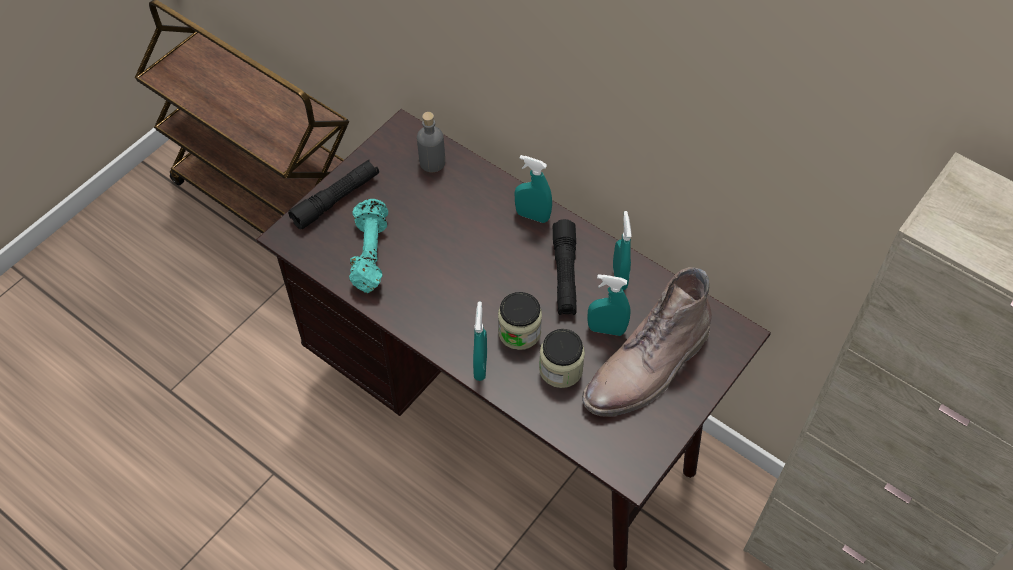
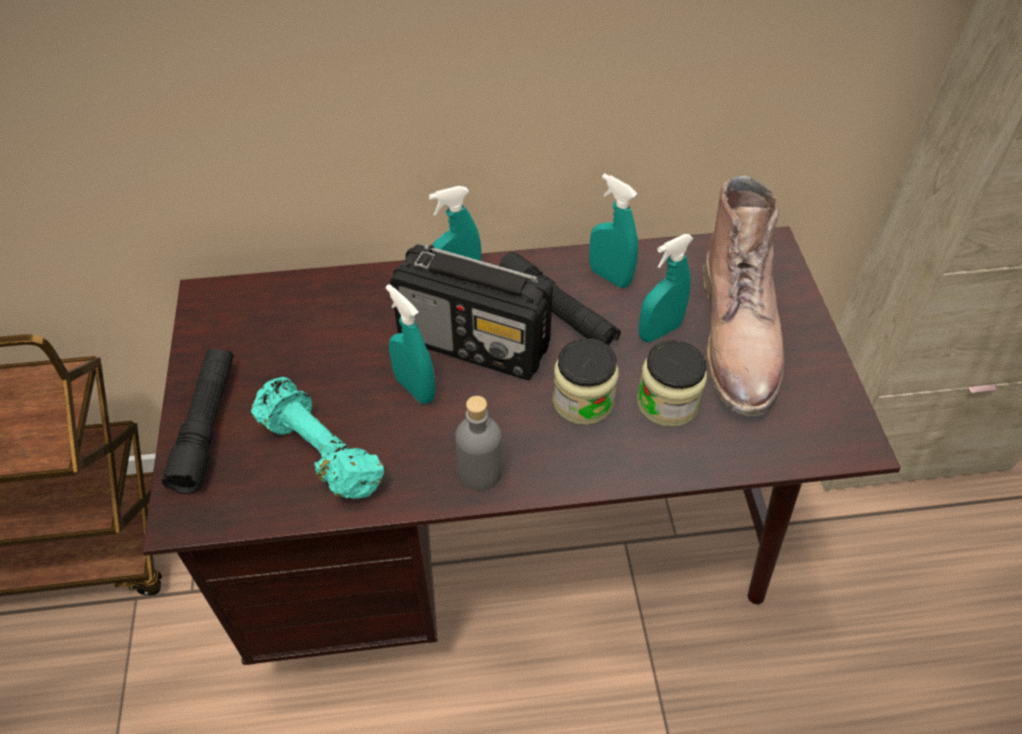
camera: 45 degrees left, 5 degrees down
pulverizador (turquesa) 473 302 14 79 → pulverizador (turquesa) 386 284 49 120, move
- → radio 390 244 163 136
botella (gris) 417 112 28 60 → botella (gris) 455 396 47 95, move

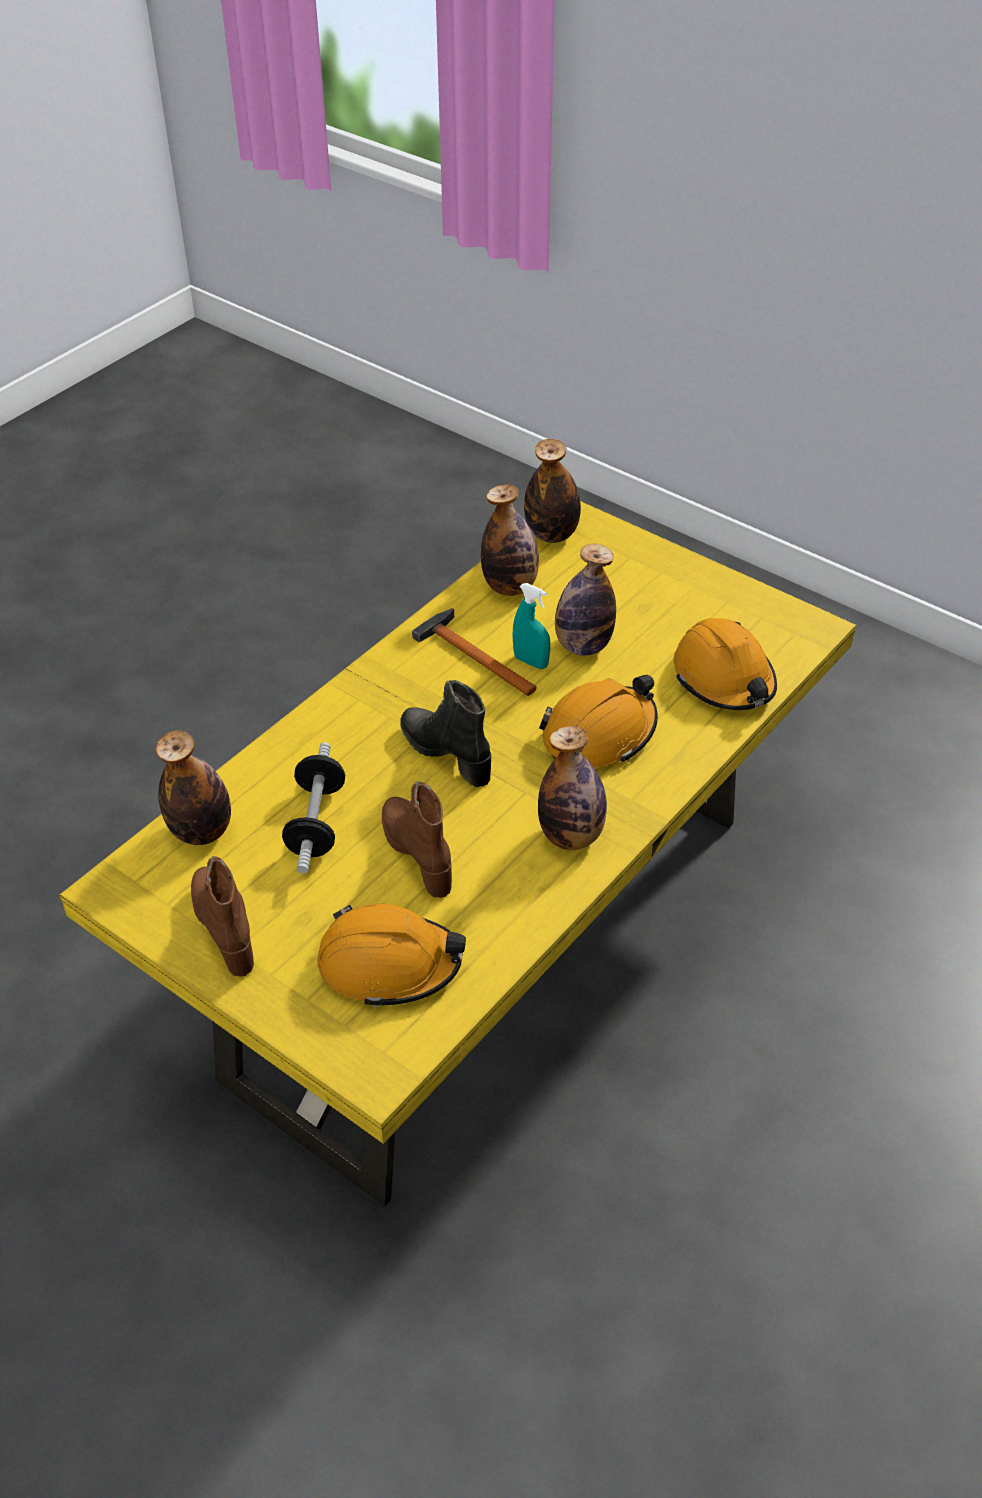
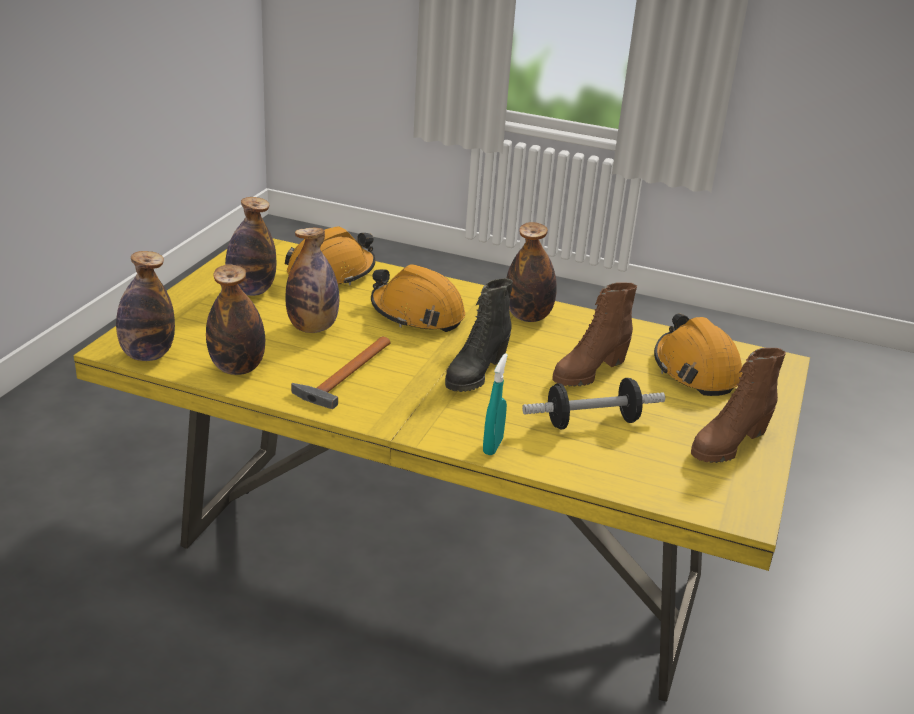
camera: 110 degrees left, 15 degrees down
botella 156 730 75 115 → botella 225 197 51 99, move
pulverizador (turquesa) 512 583 38 86 → pulverizador (turquesa) 483 353 25 102, move

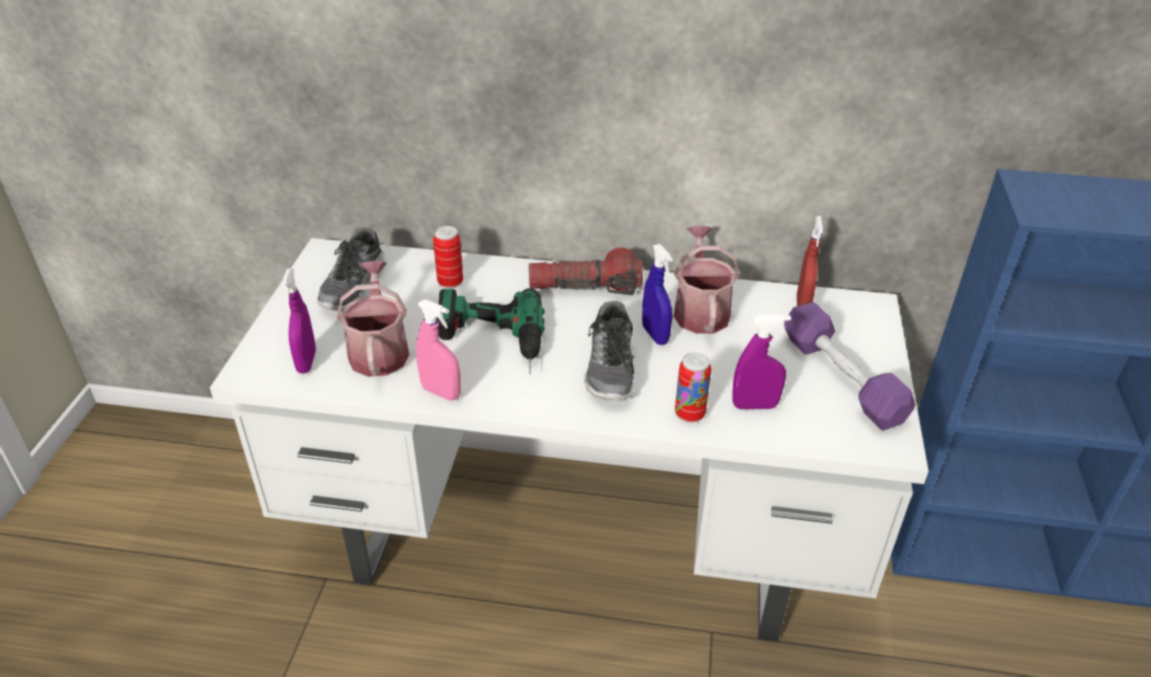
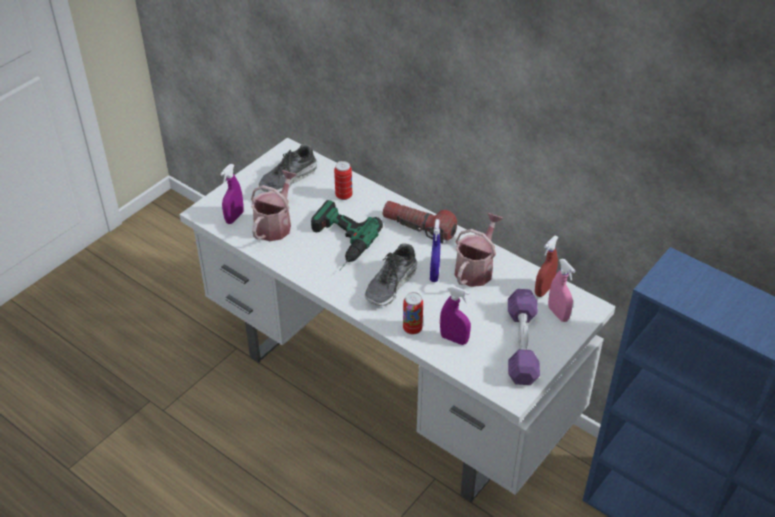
camera: 30 degrees right, 5 degrees up
pulverizador (rosa) 416 299 45 102 → pulverizador (rosa) 548 259 27 63, move

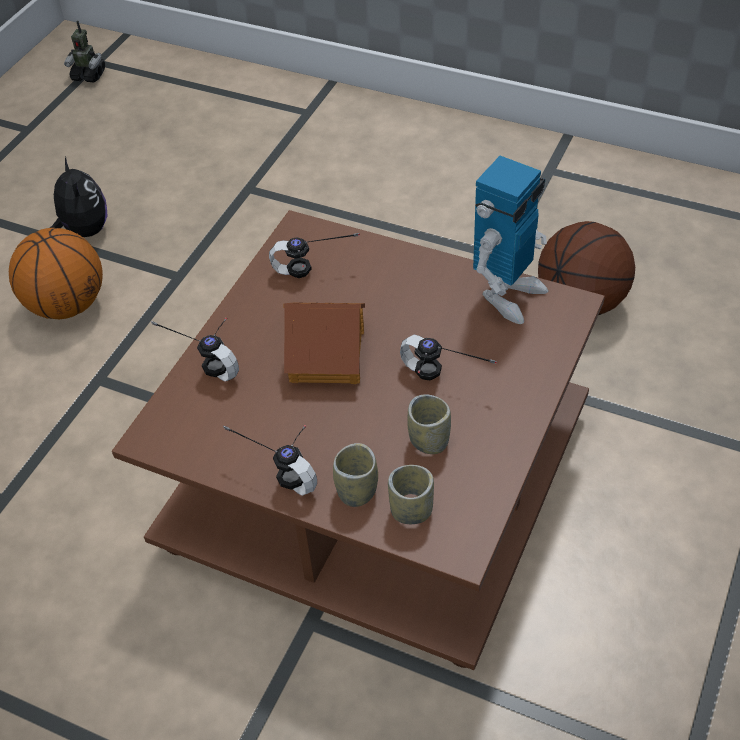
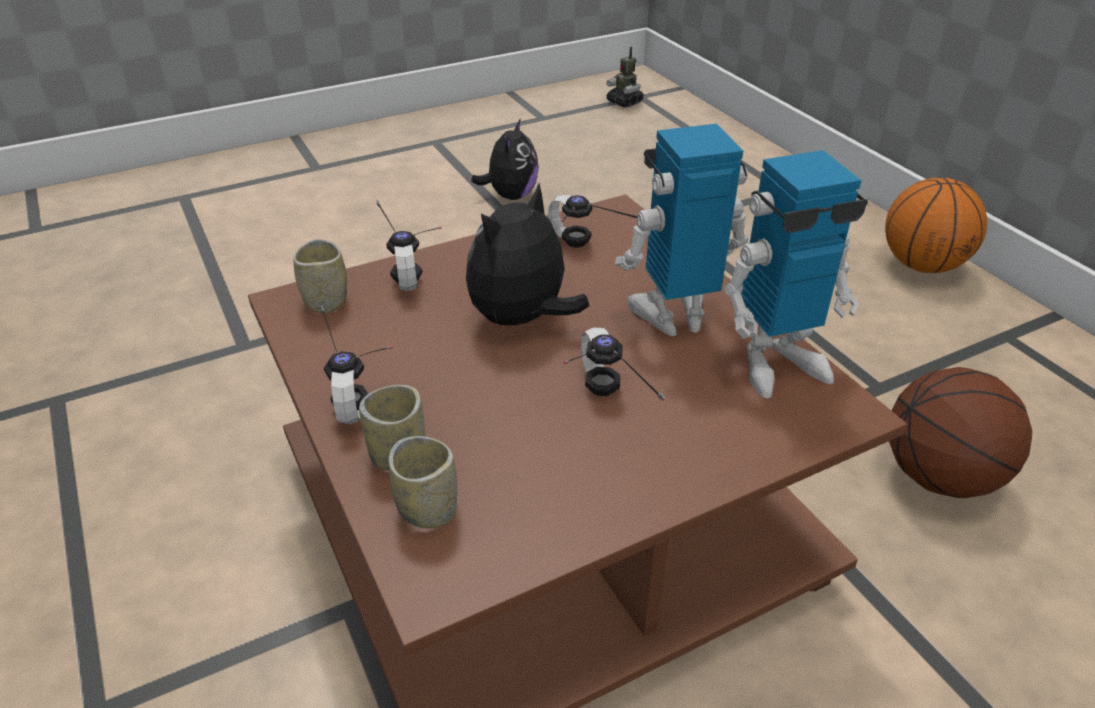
camera: 35 degrees right, 10 degrees down
taza 407 394 44 60 → taza 294 239 53 74, move
casita 283 302 82 82 → peluche 466 183 123 143
- → robot de juguete 615 124 134 212
balón de baloncesto 9 228 94 91 → balón de baloncesto 885 178 102 95, move

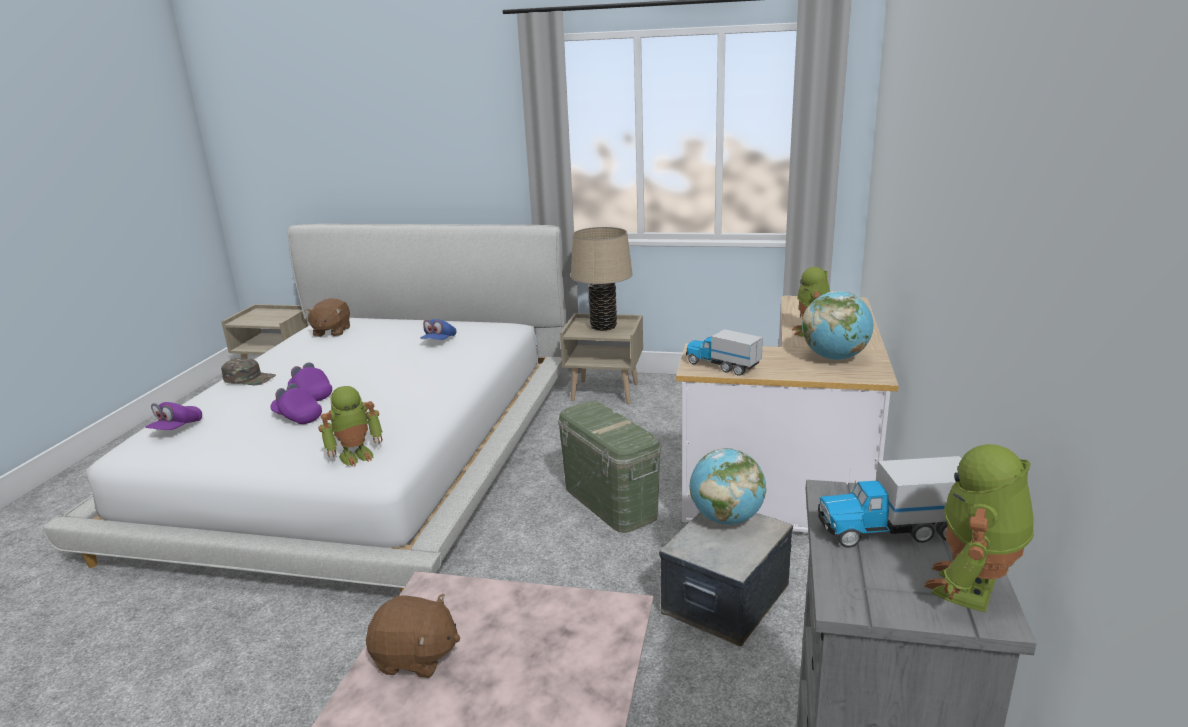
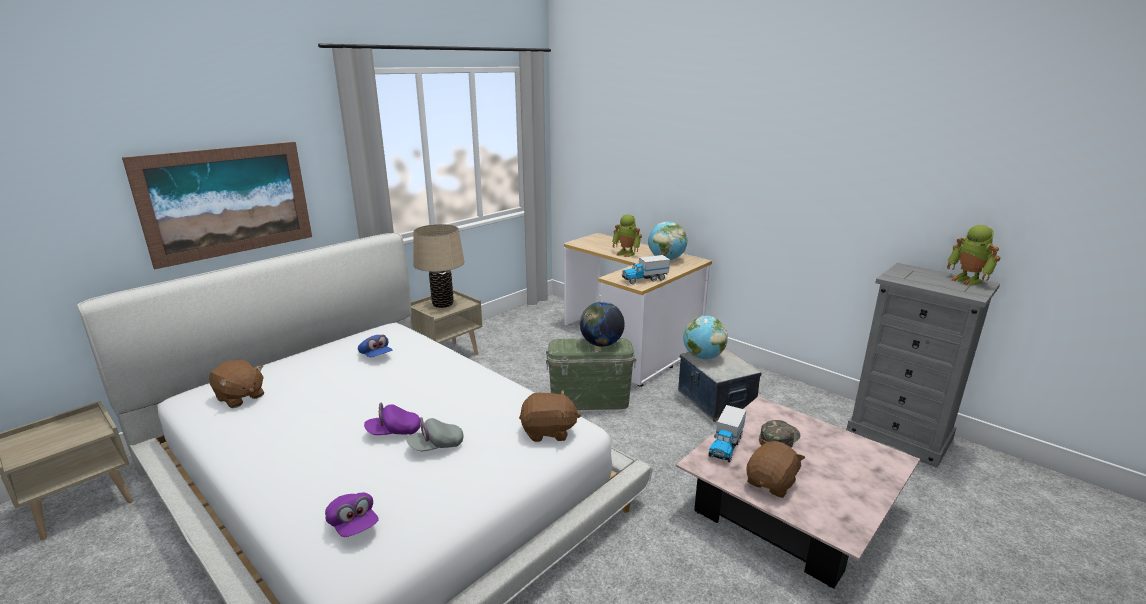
camera: 60 degrees left, 0 degrees up
- → cuadro 122 142 190 127
gorra (morado) 270 383 52 41 → gorra (gris) 406 417 57 34
robot de juguete 318 386 65 80 → peluche (marrón) 519 390 62 52
- → globo terráqueo 580 301 45 46
camión de juguete 817 456 144 92 → camión de juguete 709 405 37 57, move
gorra (verde) 221 358 55 27 → gorra (verde) 759 420 41 27, move

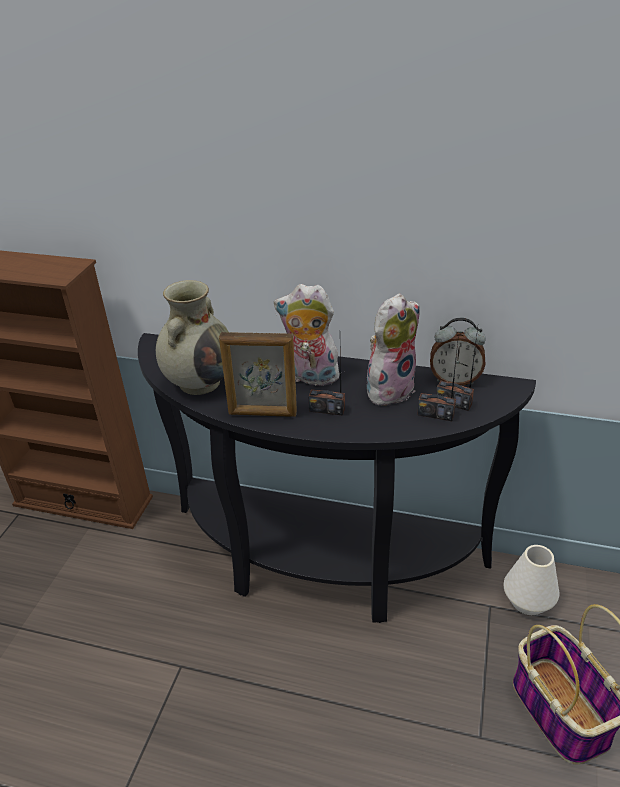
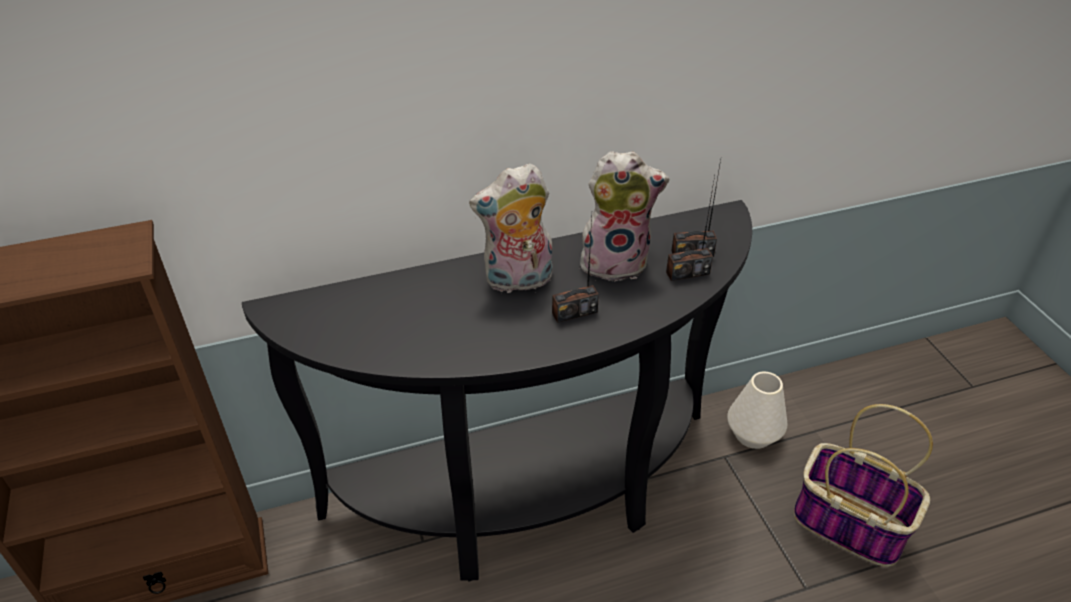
camera: 35 degrees left, 5 degrees up
peluche 367 293 53 115 → peluche 580 151 89 131, 75 degrees clockwise
florero (beis) 156 280 73 115 → -
portarretratos 219 332 78 85 → -
despertador 430 318 56 68 → -

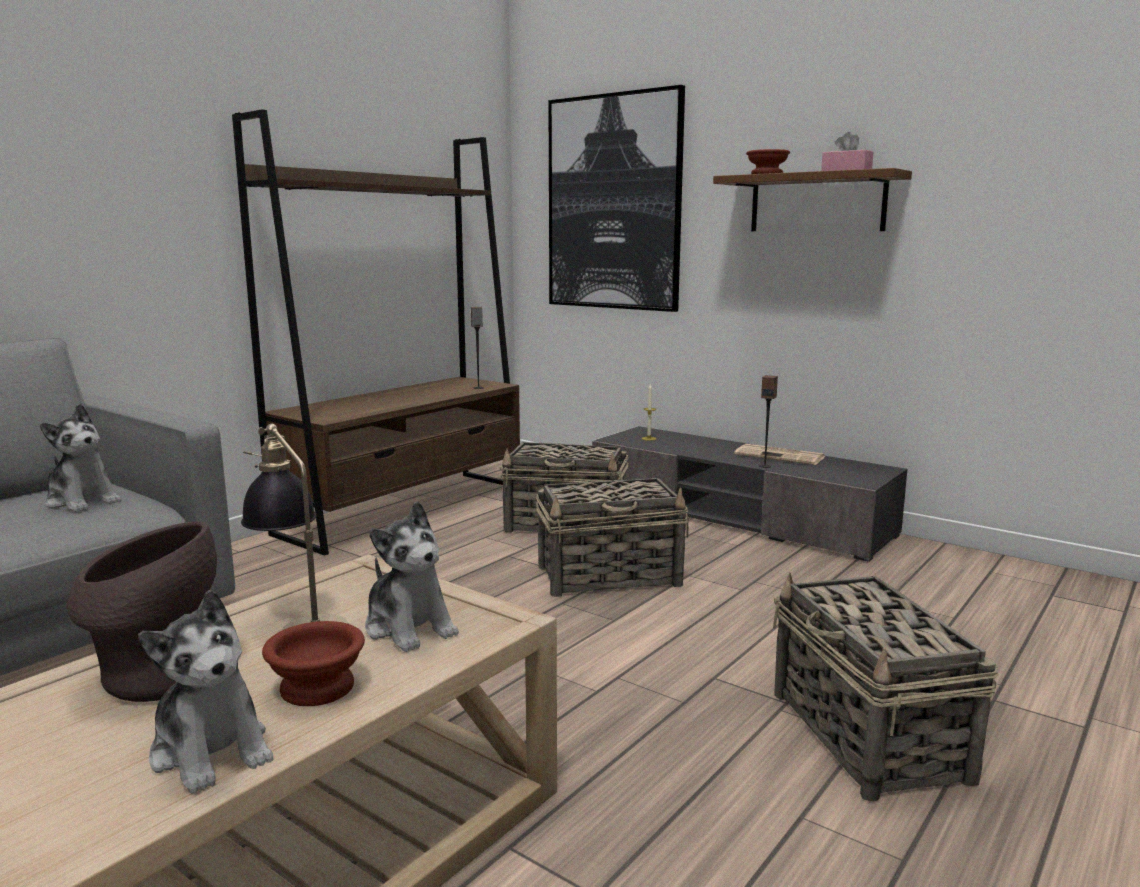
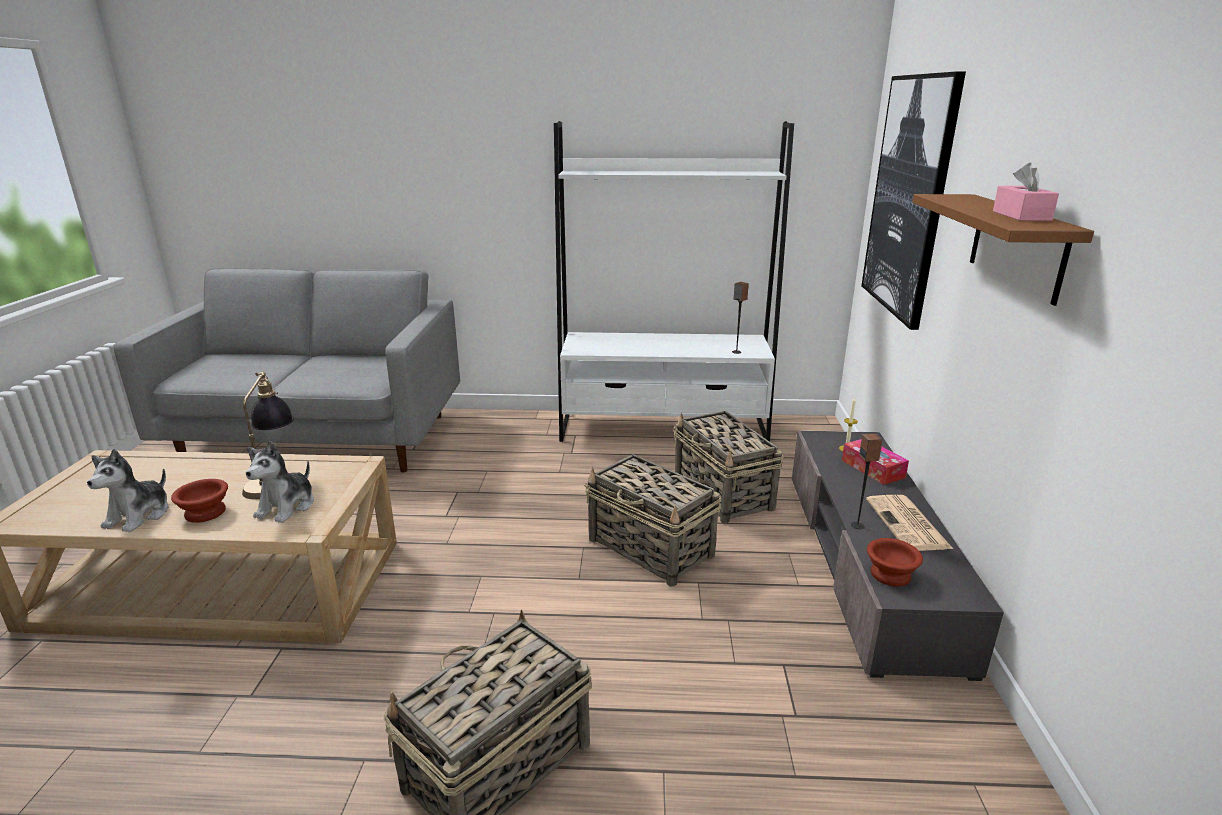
camera: 55 degrees right, 10 degrees up
estantería (marrón) 232 109 288 447 → estantería (blanco) 554 121 240 321
- → caja de pañuelos 842 439 67 46
cuenco (marrón) 746 149 44 25 → cuenco (marrón) 867 538 56 48, move
peluche 40 404 81 108 → -
florero (marrón) 67 521 150 181 → -

